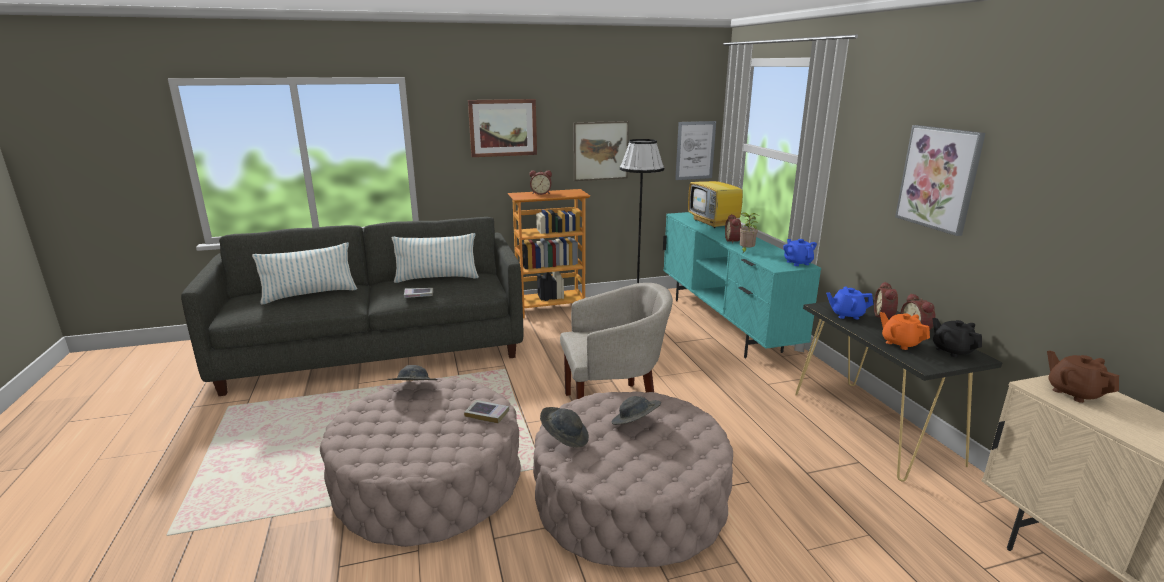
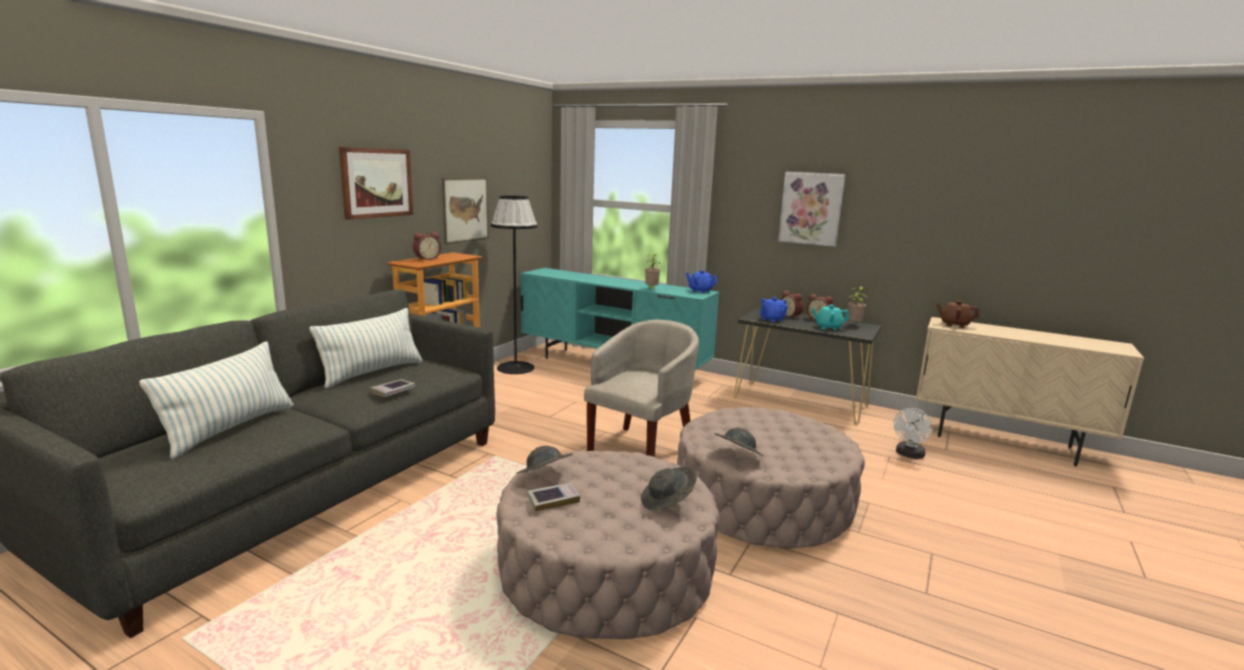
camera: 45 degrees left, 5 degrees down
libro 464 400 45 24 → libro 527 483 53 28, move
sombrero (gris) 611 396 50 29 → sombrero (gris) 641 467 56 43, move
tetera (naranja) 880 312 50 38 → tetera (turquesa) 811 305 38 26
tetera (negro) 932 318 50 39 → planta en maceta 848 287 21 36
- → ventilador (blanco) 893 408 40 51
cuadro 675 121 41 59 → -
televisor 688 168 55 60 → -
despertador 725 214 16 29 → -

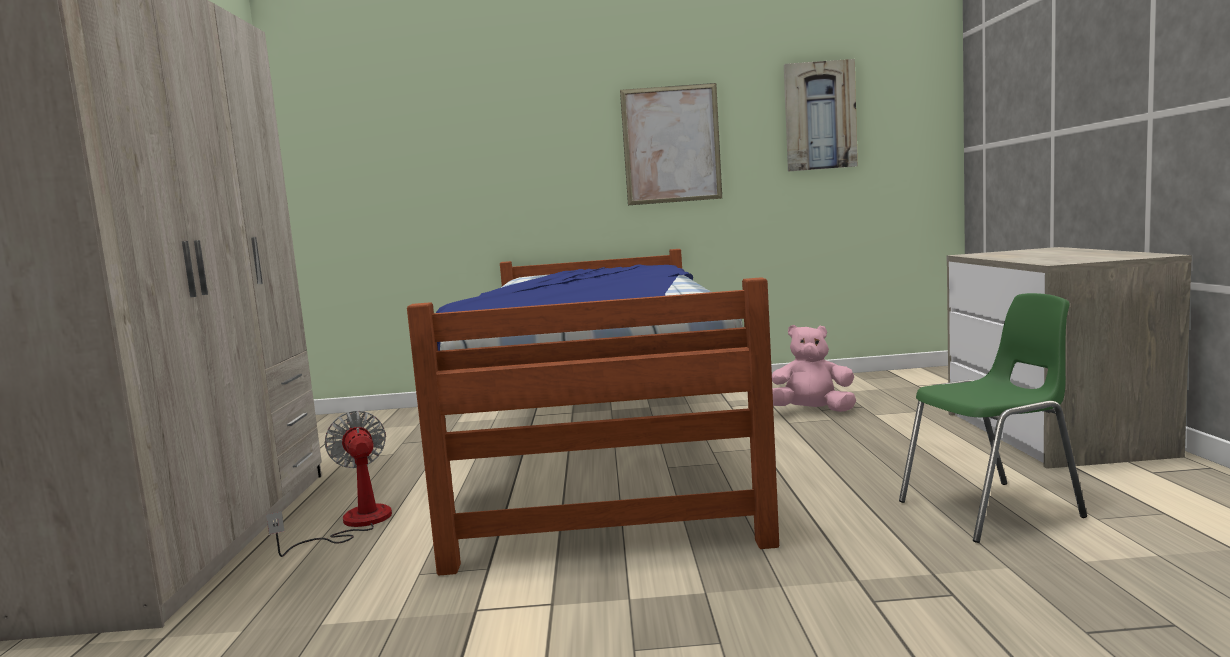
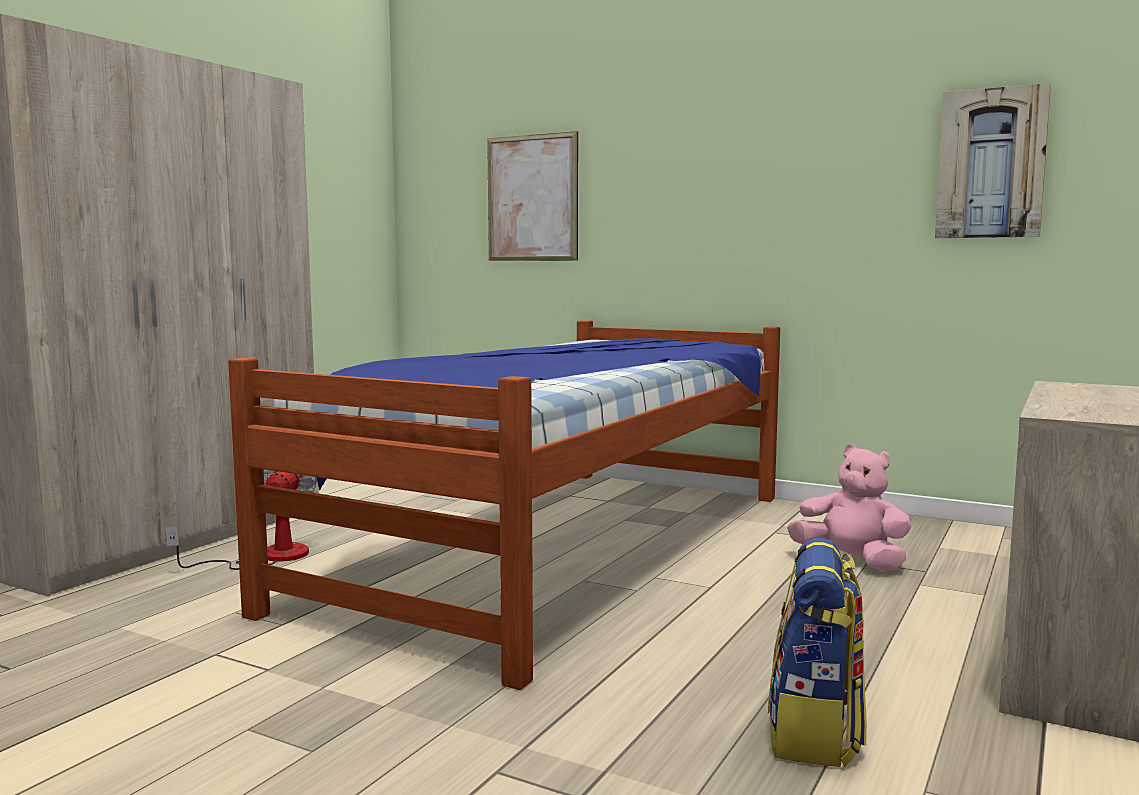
camera: 30 degrees right, 0 degrees up
cuadro 620 83 102 122 → cuadro 487 131 91 130, move
silla (verde) 899 293 188 250 → mochila 768 538 99 229

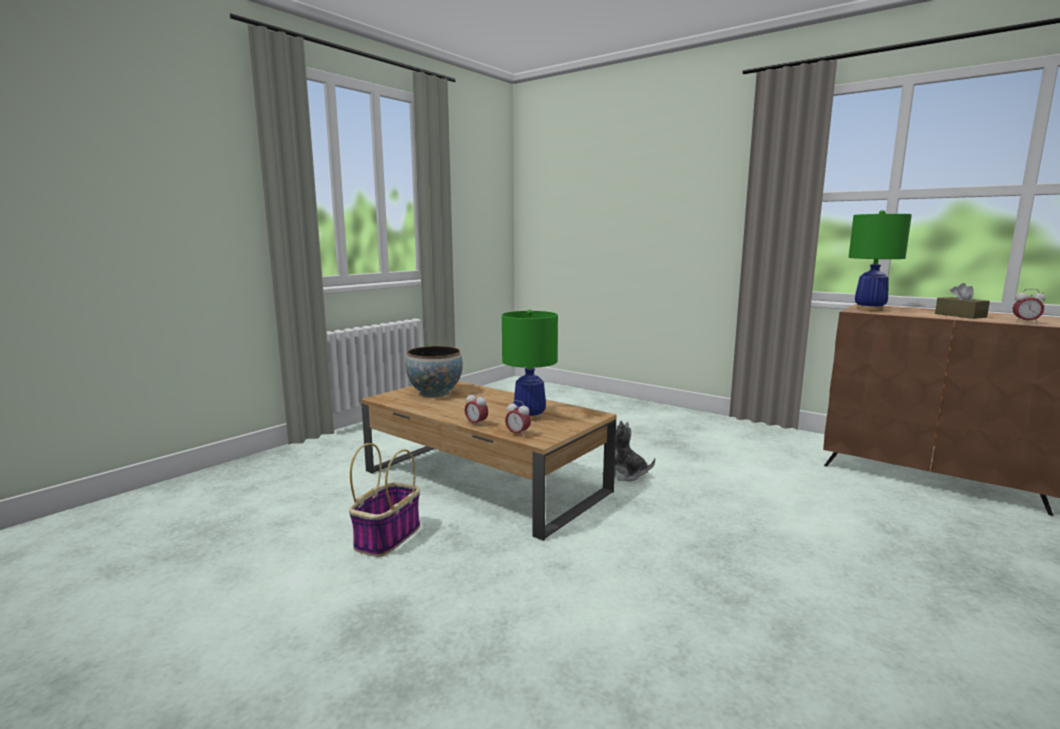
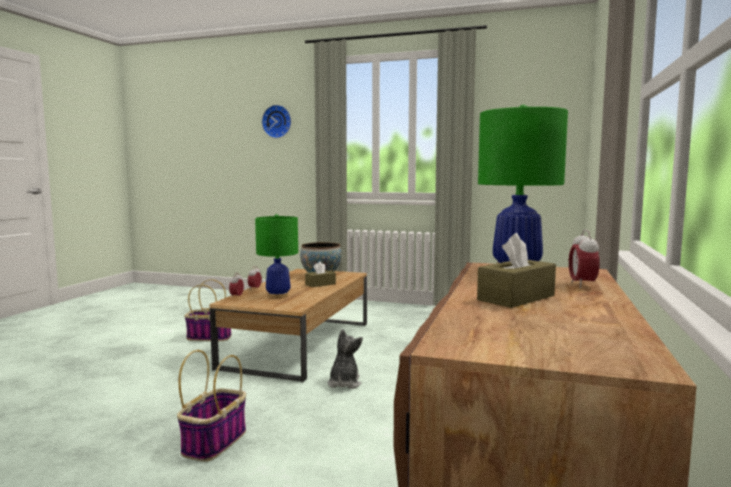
camera: 70 degrees right, 5 degrees down
- → cesta 177 350 69 112
- → reloj de pared 262 105 29 33
- → caja de pañuelos (marrón) 305 261 31 26
despertador 1012 289 33 35 → despertador 569 229 31 59, move

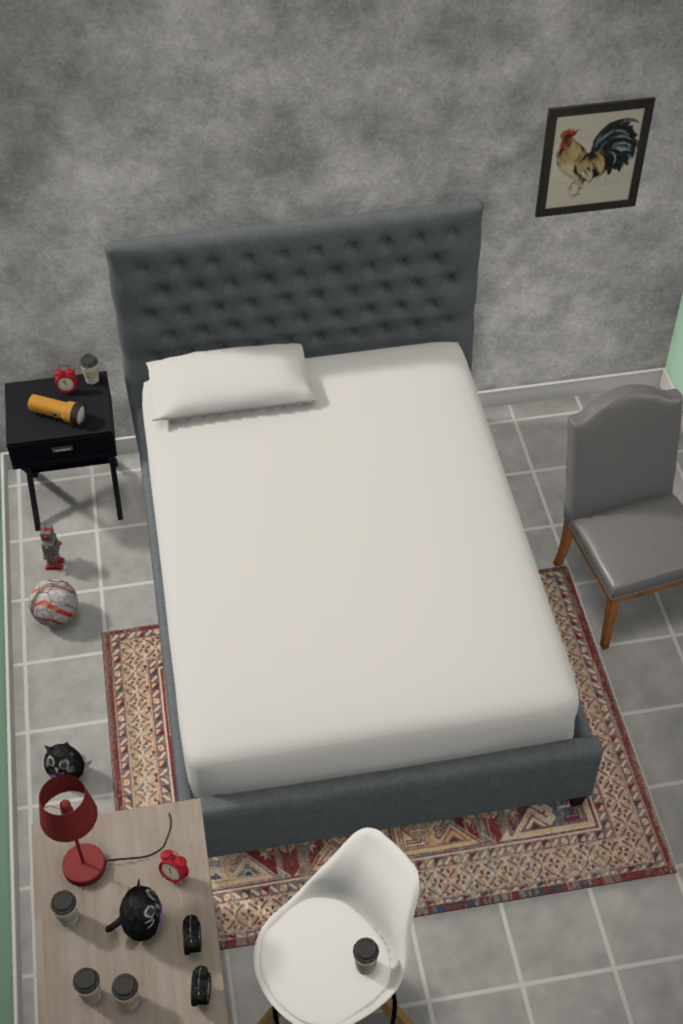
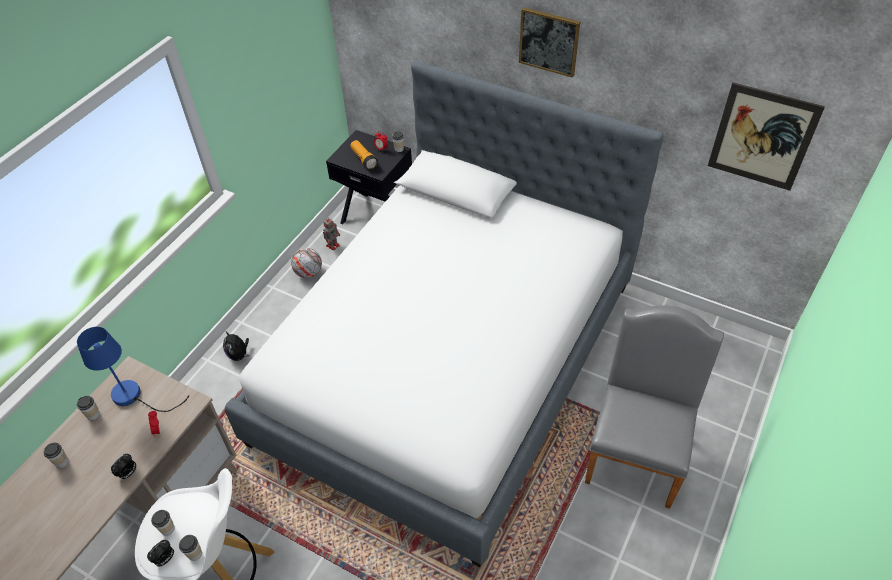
camera: 40 degrees right, 0 degrees up
lámpara de mesa (rojo) 39 775 133 112 → lámpara de mesa (azul) 77 327 113 85
despertador 191 966 20 40 → despertador 147 540 27 27, move
taza 111 973 28 38 → taza 151 510 24 26, move
- → cuadro 519 7 61 71
peluche 106 878 57 64 → -

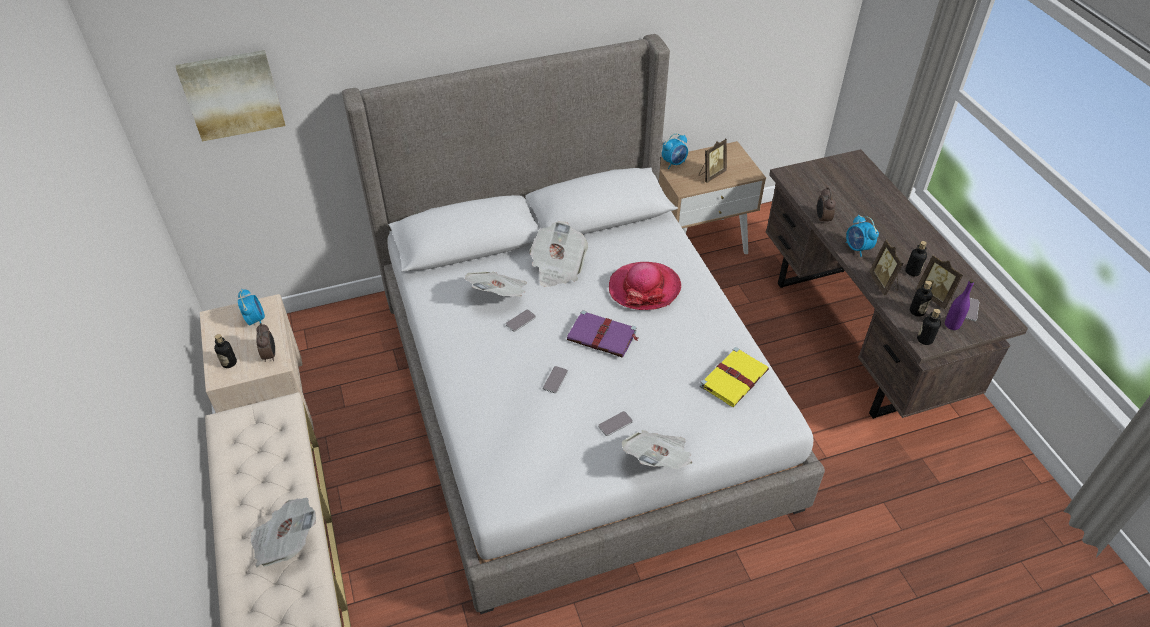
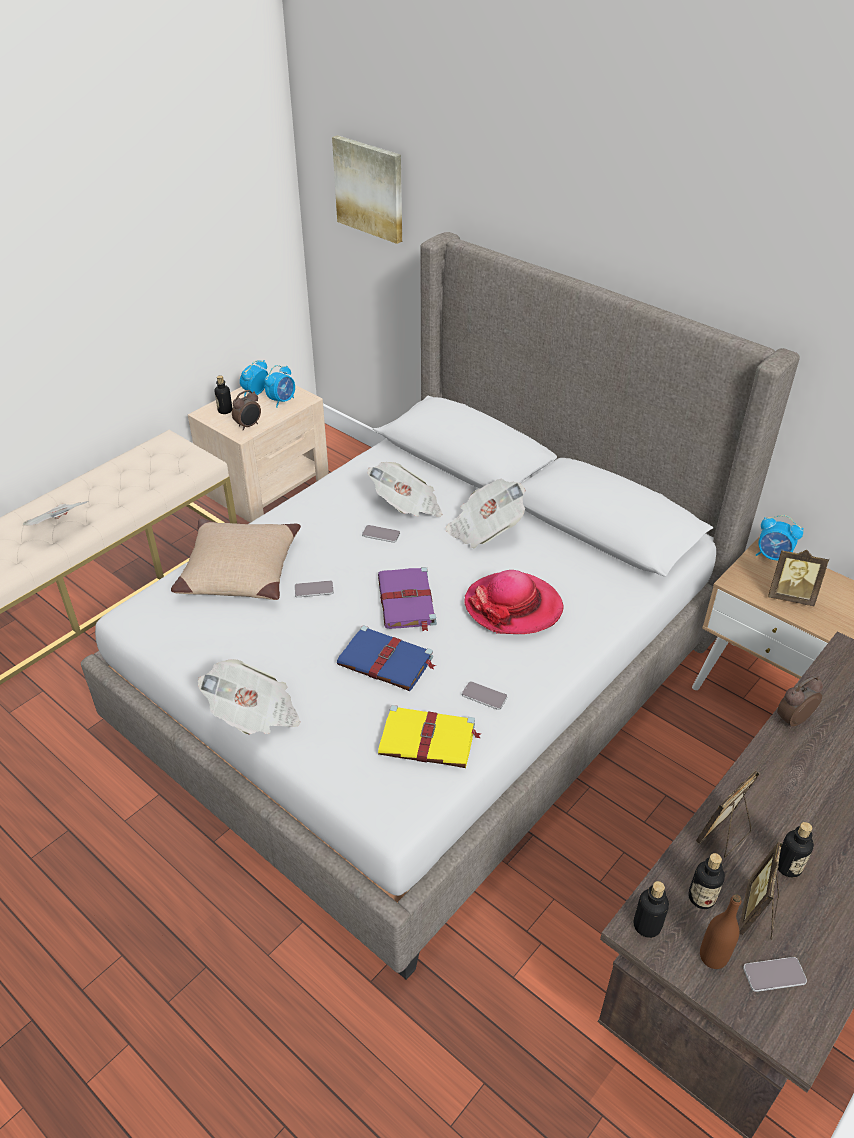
camera: 60 degrees right, 5 degrees down
- → cojín (beis) 171 519 130 81
despertador 846 215 33 42 → despertador 240 360 28 36, move
- → libro (azul) 337 625 99 66
móvil 598 411 35 25 → móvil 462 681 45 29, move
botella (morado) 945 280 29 50 → botella (marrón) 700 894 41 75

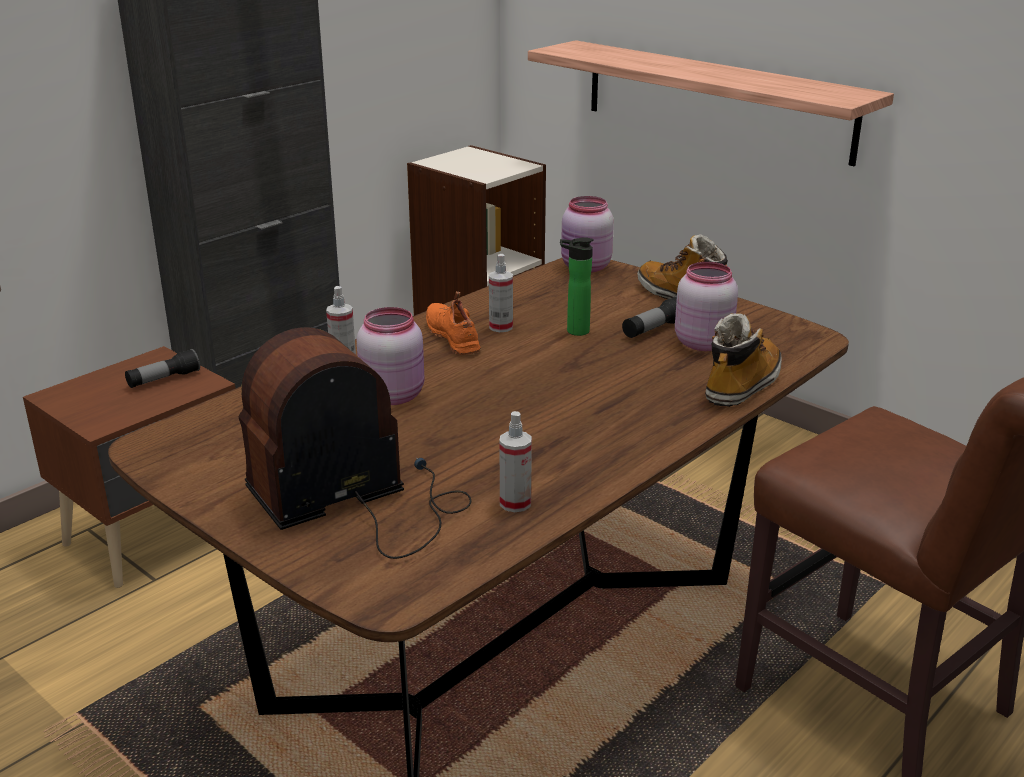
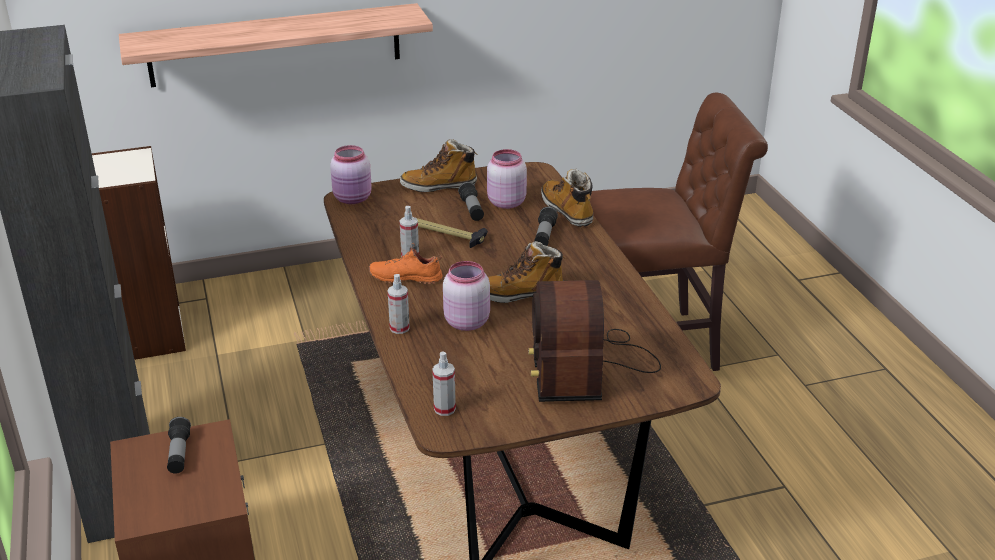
camera: 60 degrees left, 5 degrees up
botella 560 237 34 99 → martillo 417 218 71 30
pulverizador 499 411 33 101 → pulverizador 432 352 24 64, move
- → bota 488 241 78 62
- → linterna 534 207 24 39

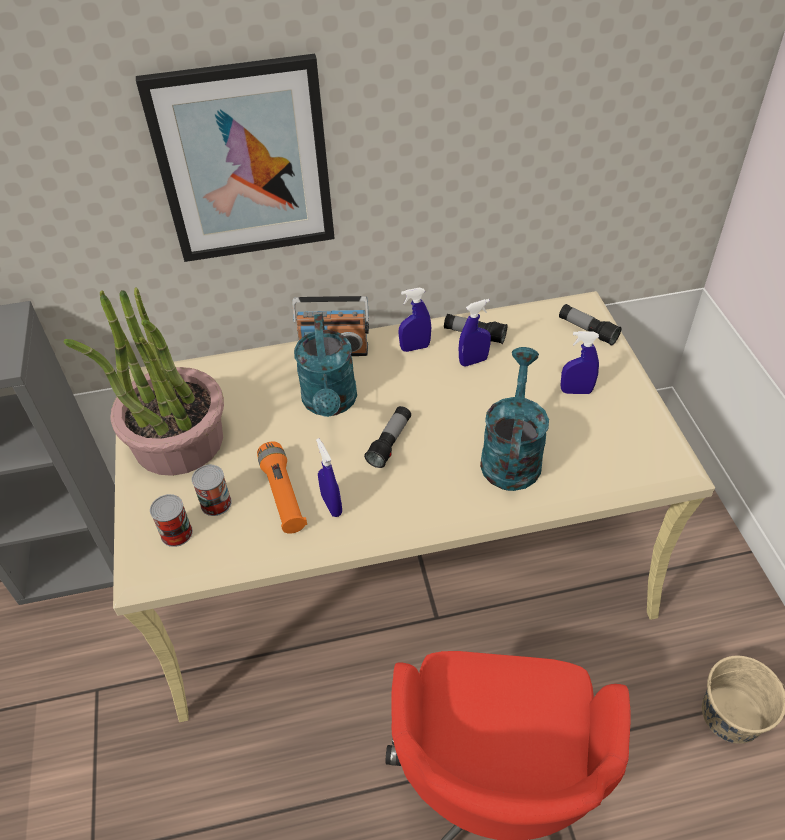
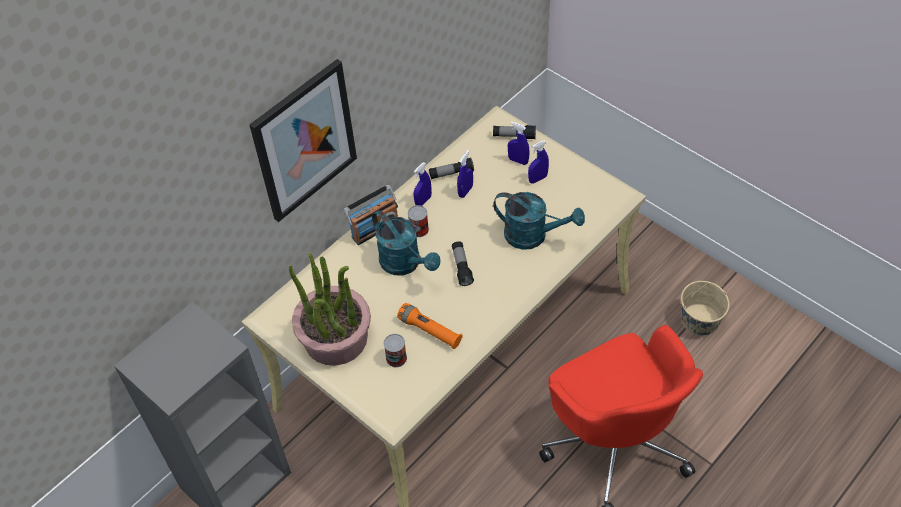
camera: 35 degrees left, 5 degrees up
lata 150 494 43 53 → lata 408 205 21 32, move
regadera (turquesa) 480 347 69 144 → regadera (turquesa) 493 192 92 58, 135 degrees clockwise
pulverizador (azul) 316 438 26 79 → pulverizador (azul) 508 122 22 43, move

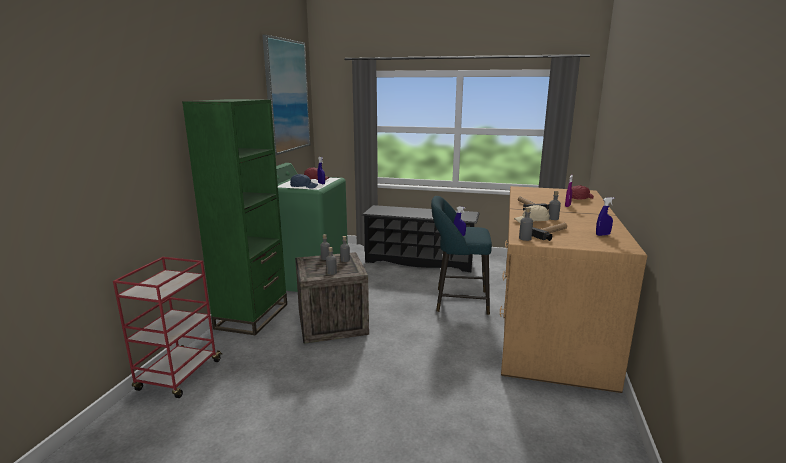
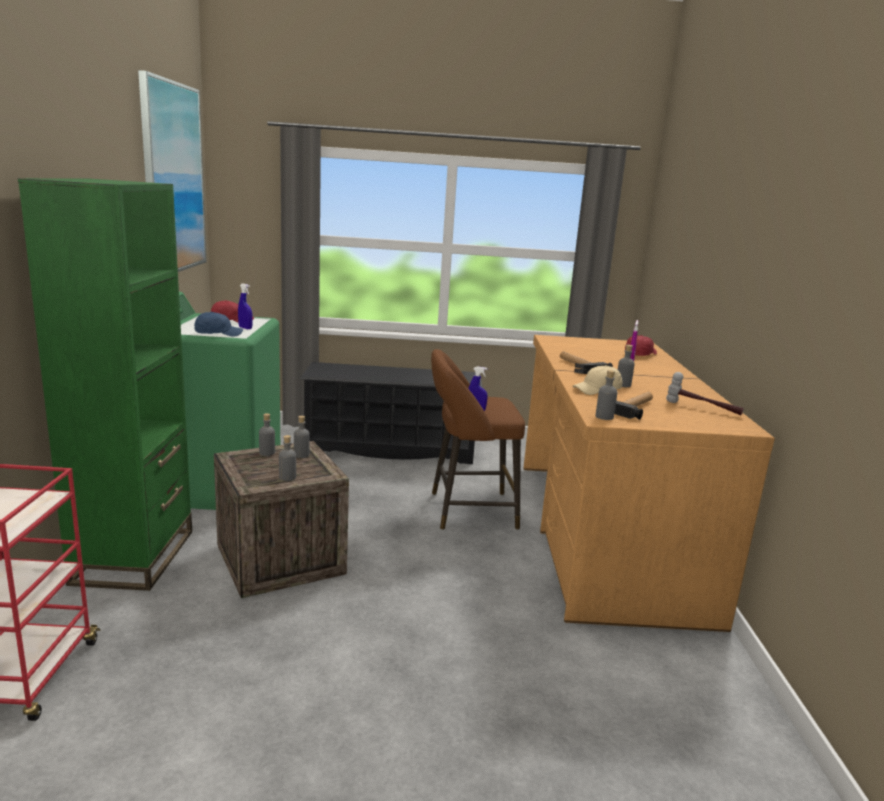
camera: 15 degrees left, 0 degrees up
taburete (turquesa) 431 196 61 119 → taburete (marrón) 431 349 94 181
pulverizador (azul) 596 197 19 39 → martillo 666 372 78 43

